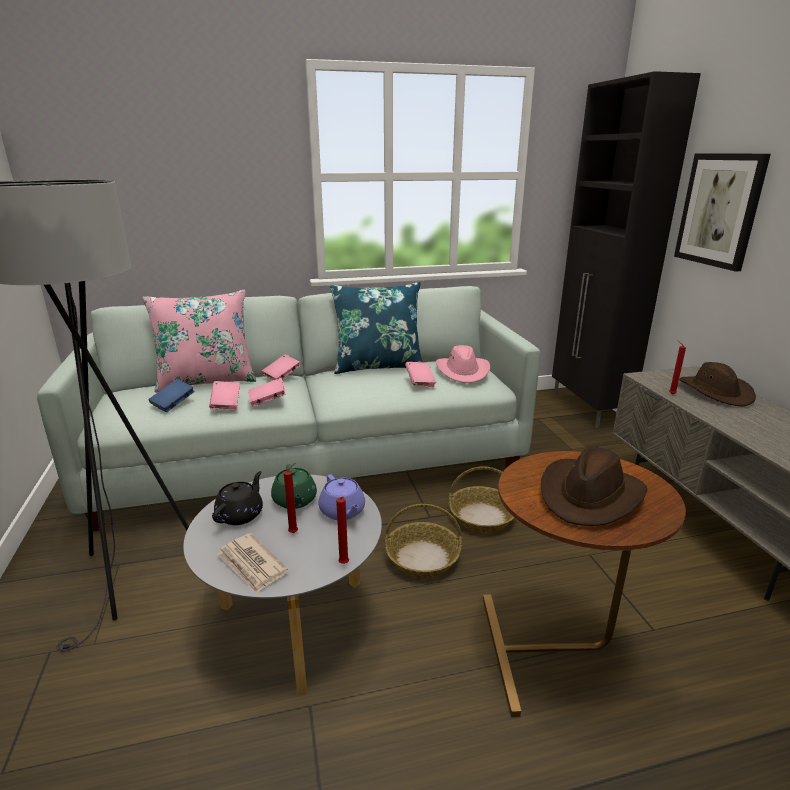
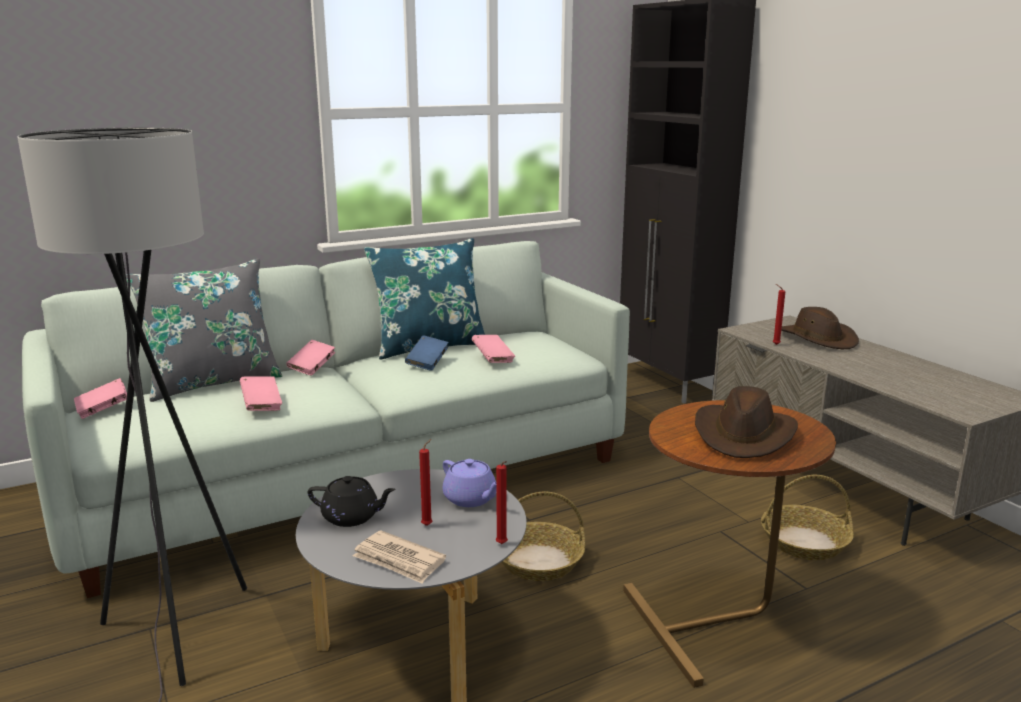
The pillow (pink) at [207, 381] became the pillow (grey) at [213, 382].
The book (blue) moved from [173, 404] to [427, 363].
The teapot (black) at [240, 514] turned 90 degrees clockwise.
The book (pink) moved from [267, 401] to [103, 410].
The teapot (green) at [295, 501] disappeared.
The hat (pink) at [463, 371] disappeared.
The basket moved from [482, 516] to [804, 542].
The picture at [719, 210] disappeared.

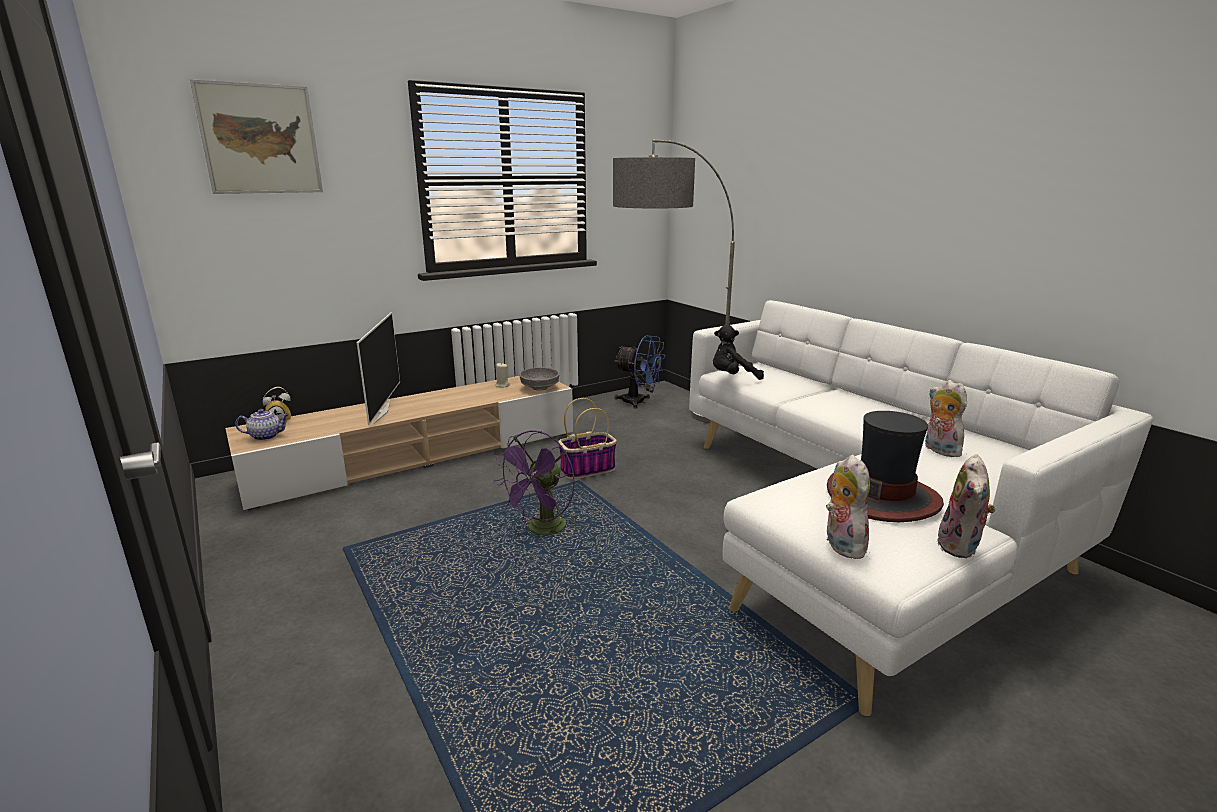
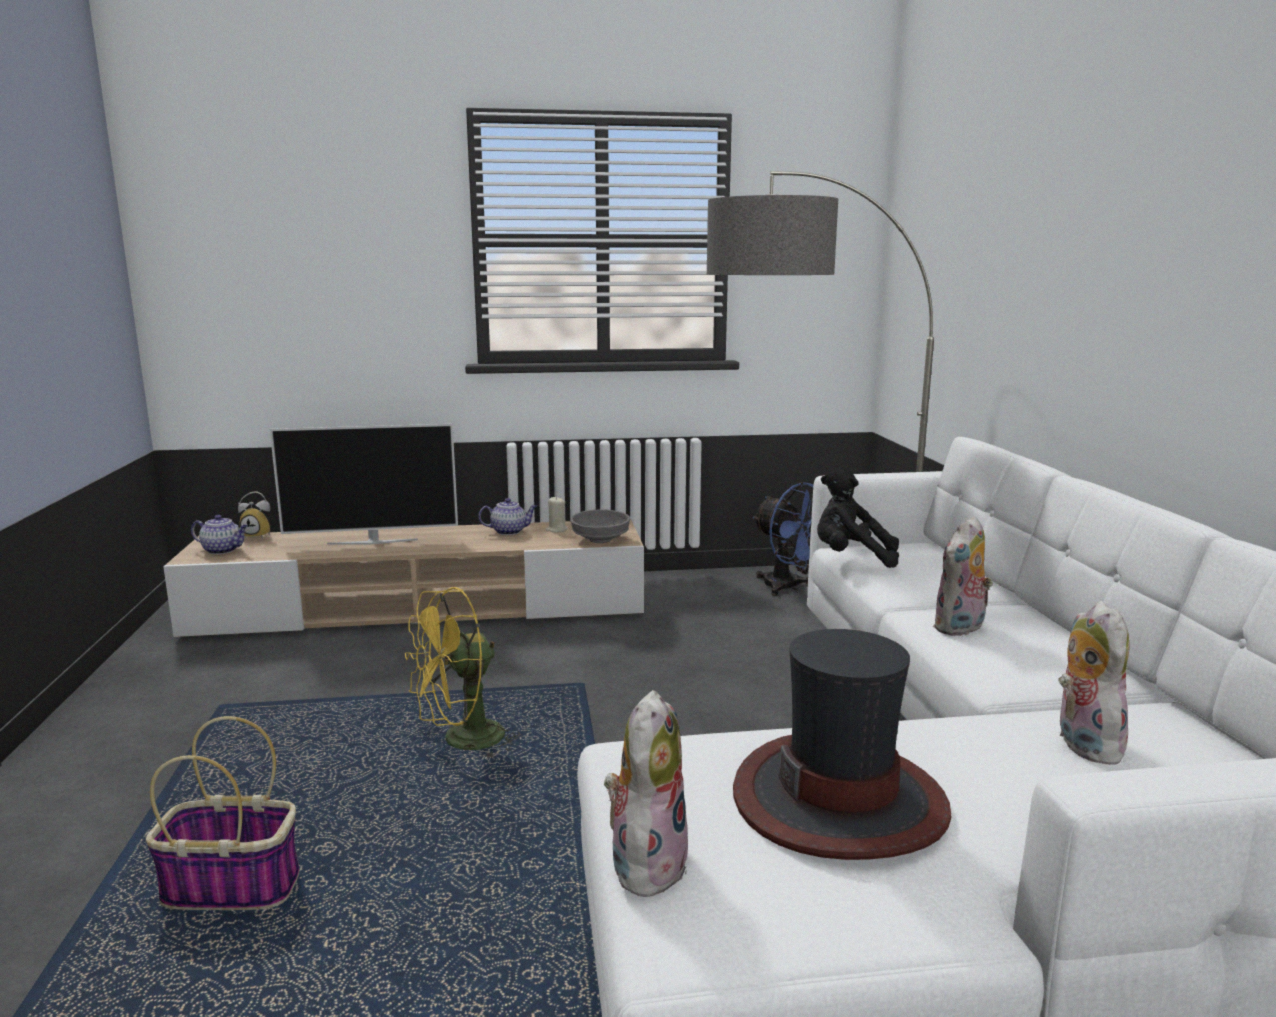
The picture at [260, 139] disappeared.
The television at [381, 412] turned 60 degrees clockwise.
The fan (purple) at [542, 531] became the fan (yellow) at [462, 742].
The basket moved from [588, 469] to [234, 887].
The plush toy moved from [961, 547] to [960, 629].
The teapot at [509, 531] appeared.

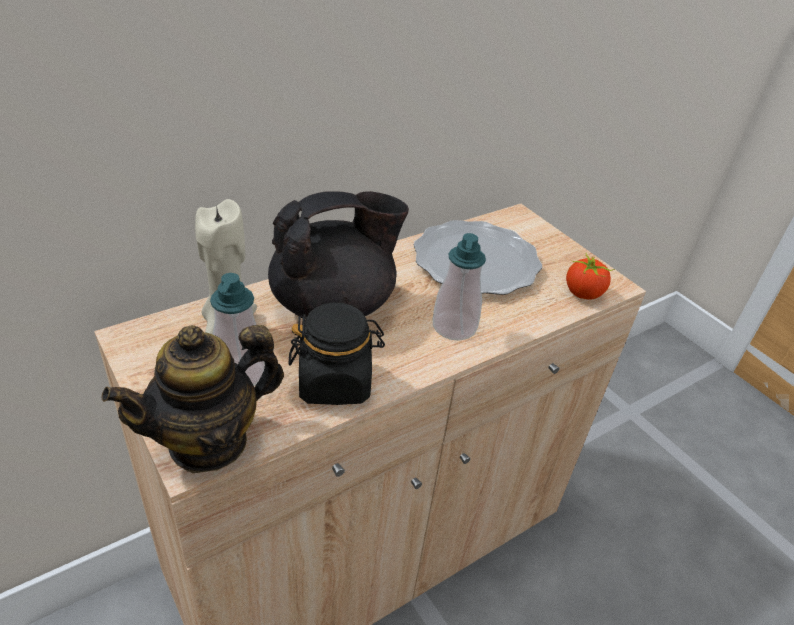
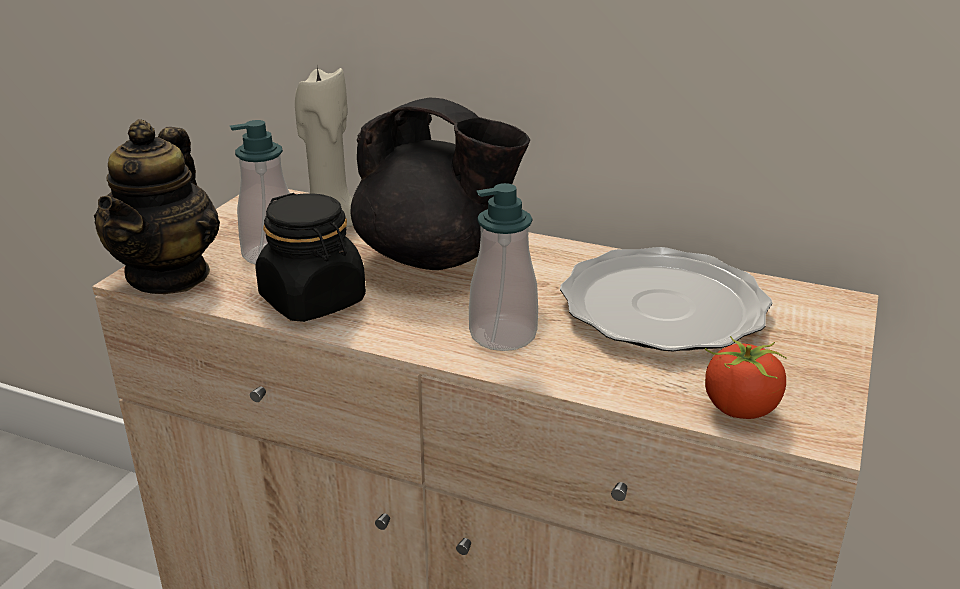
The teapot at [209, 442] turned 105 degrees counterclockwise.

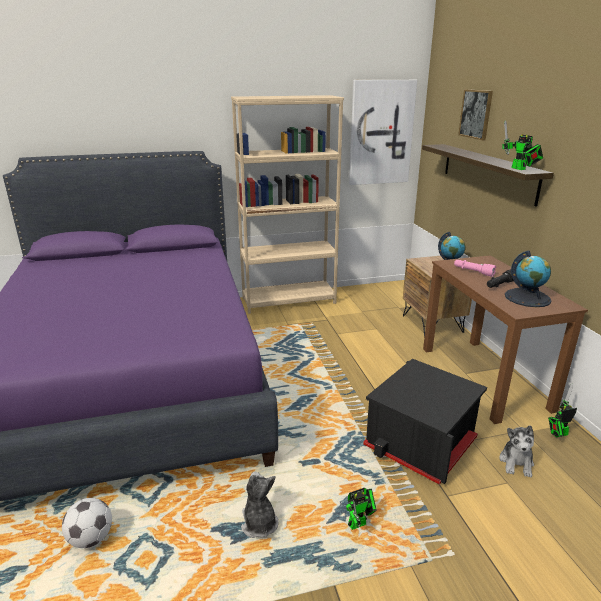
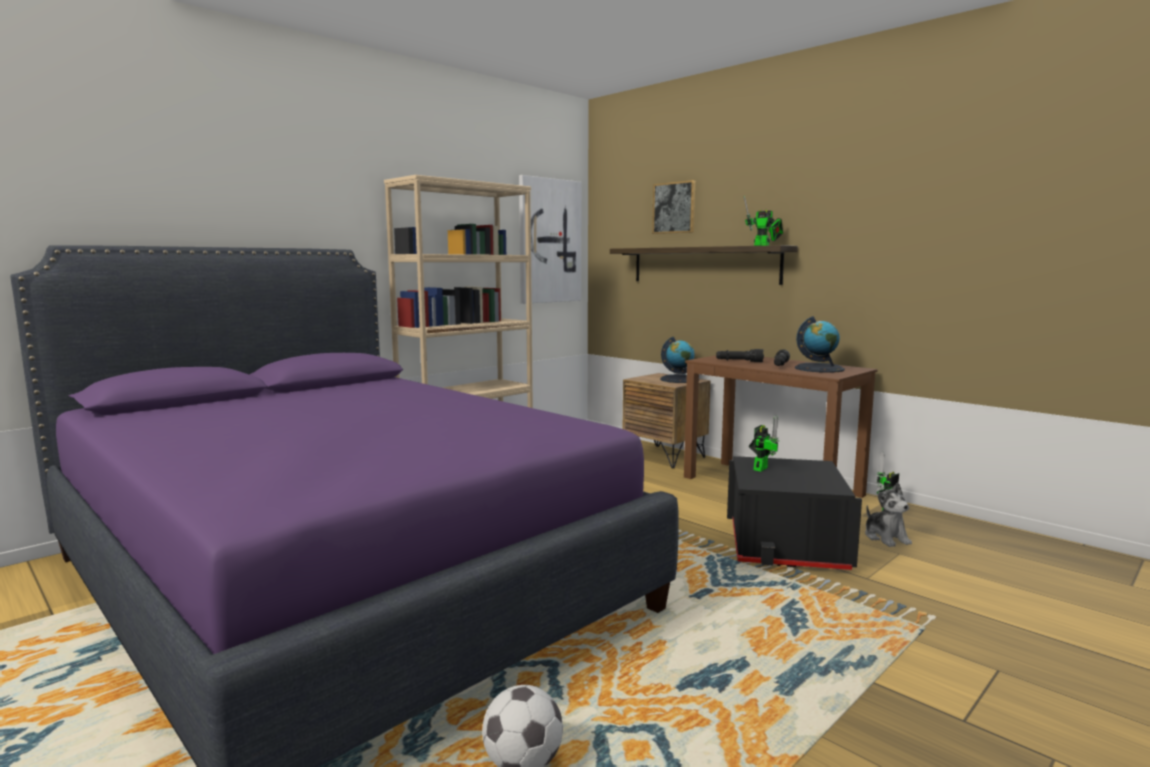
The plush toy at [259, 523] disappeared.
The toy robot moved from [359, 524] to [761, 468].
The flashlight (pink) at [473, 272] became the flashlight (black) at [739, 361].

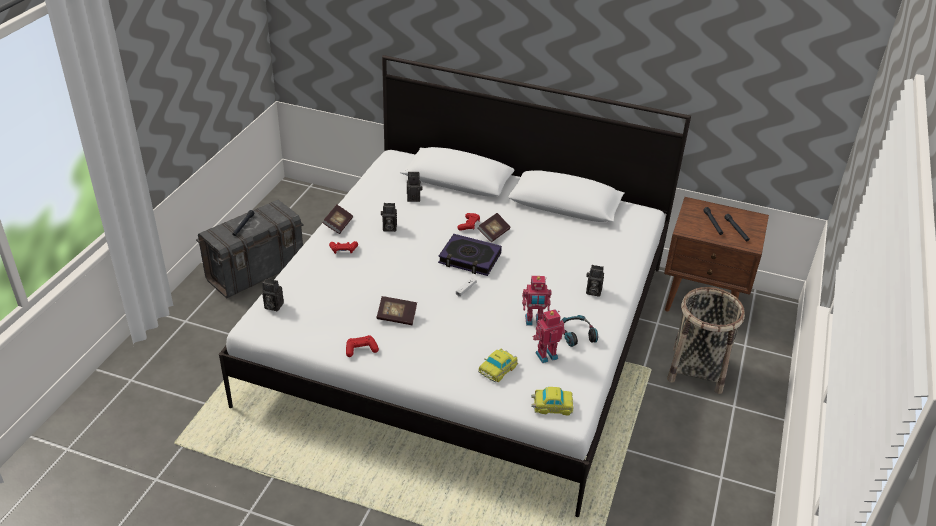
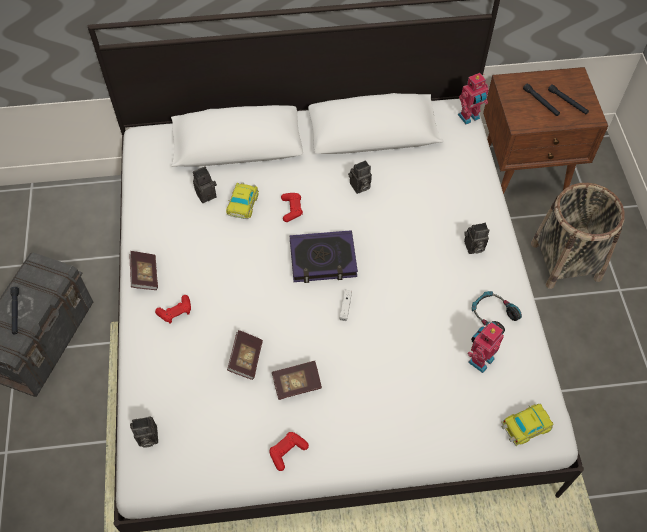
The photo camera moved from [388, 228] to [359, 187].
The book moved from [493, 233] to [246, 359].
The toy car moved from [498, 368] to [243, 203].
The toy robot moved from [534, 321] to [469, 117].

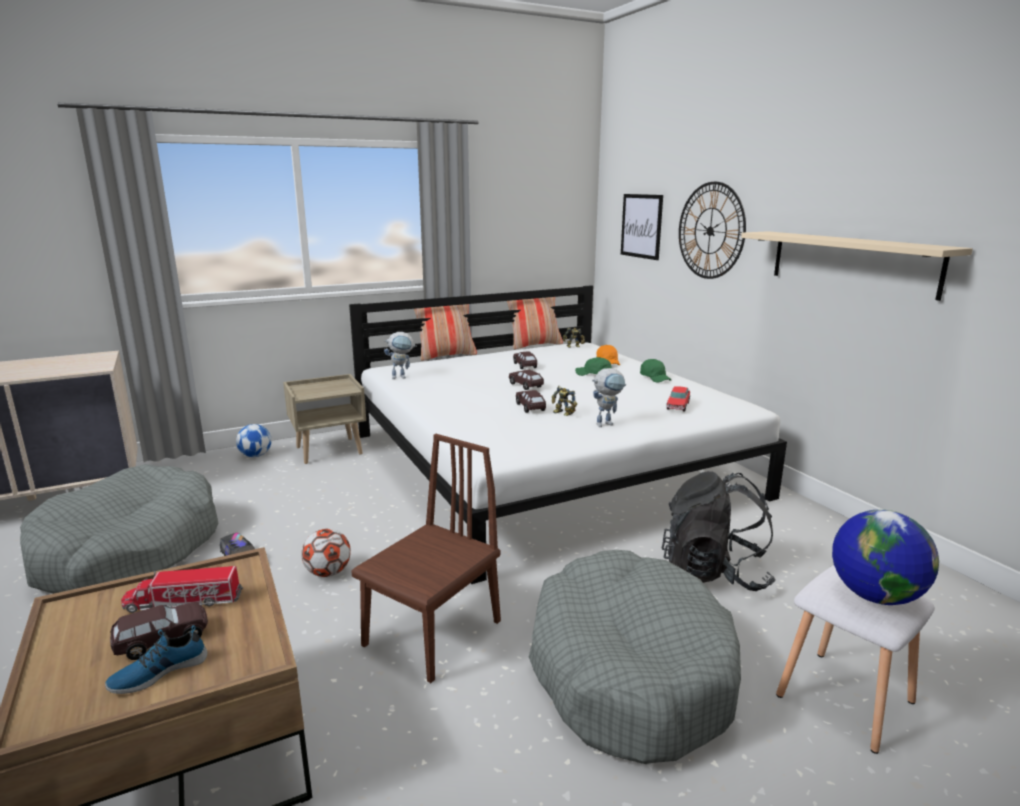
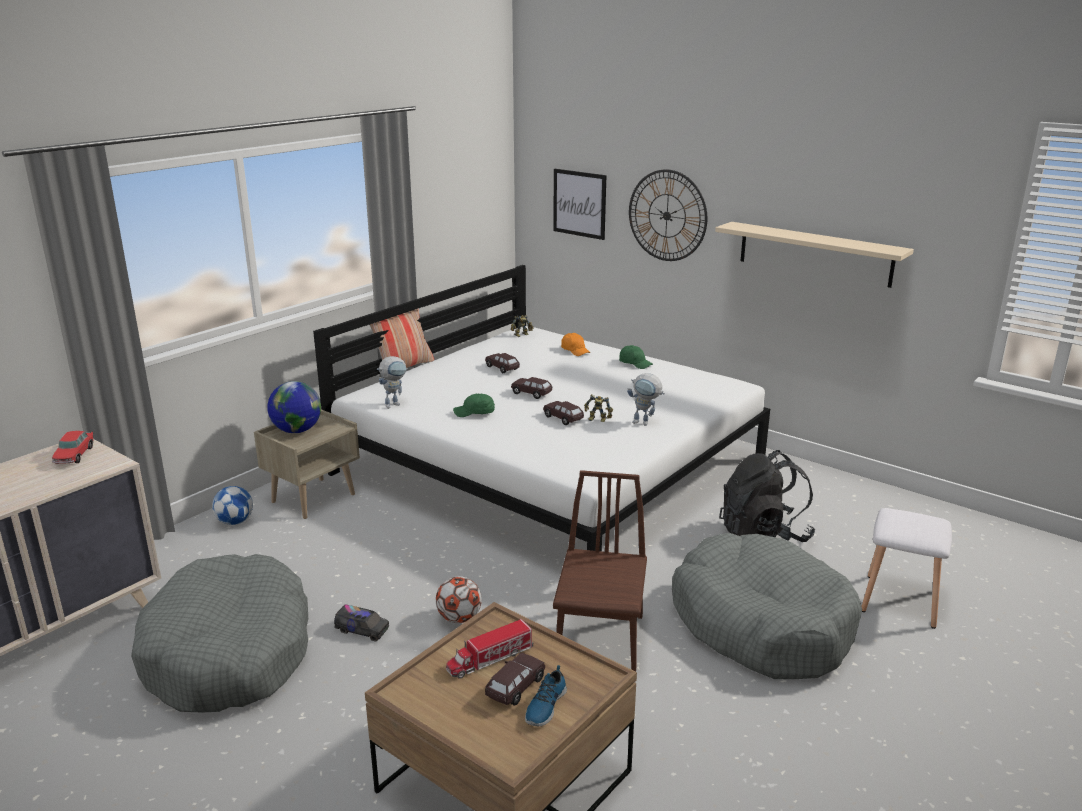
The pillow at [534, 345] disappeared.
The cap (green) moved from [593, 374] to [474, 413].
The toy robot at [607, 423] turned 75 degrees clockwise.
The toy car moved from [678, 406] to [74, 455].
The globe moved from [875, 596] to [297, 430].

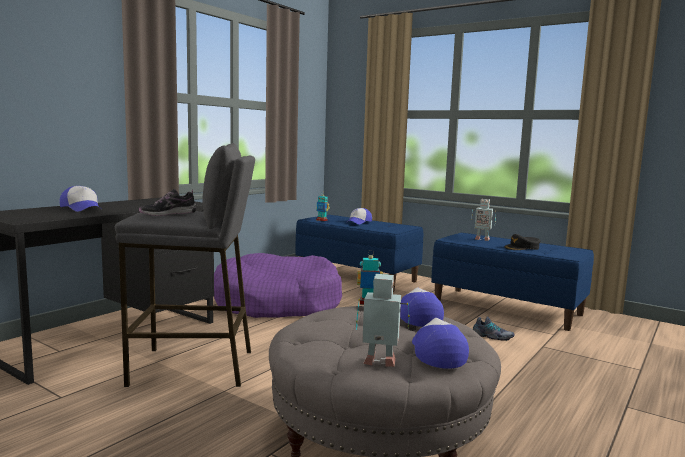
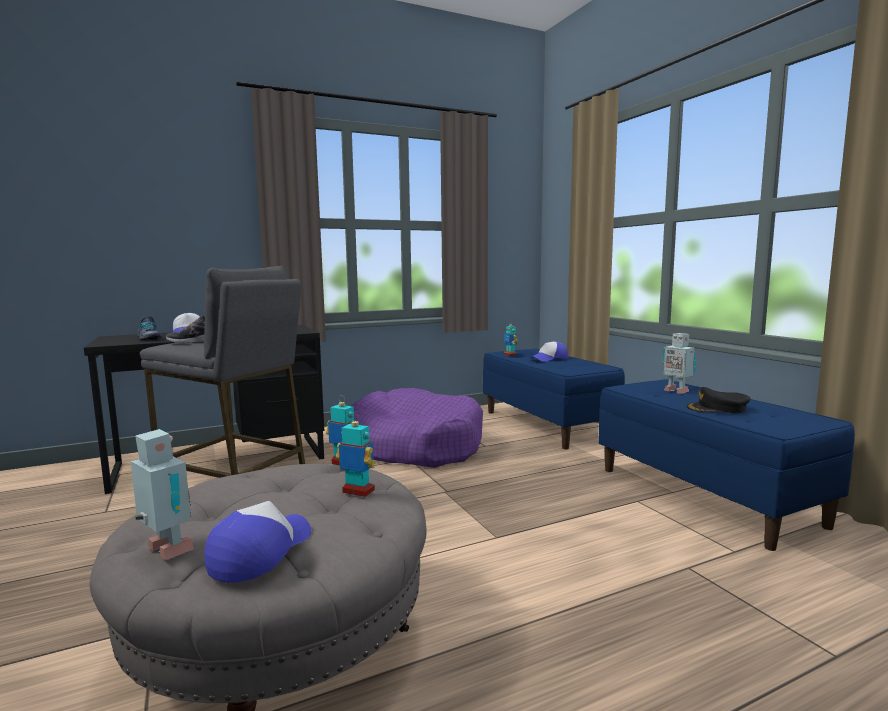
The cap at [417, 316] was replaced by the toy robot at [358, 491].
The shoe moved from [492, 337] to [148, 338].

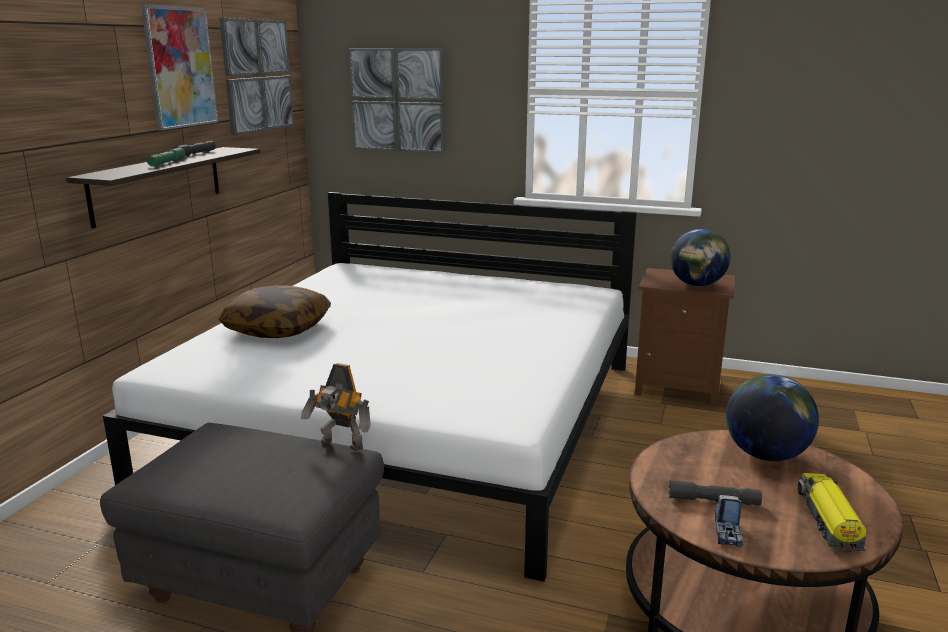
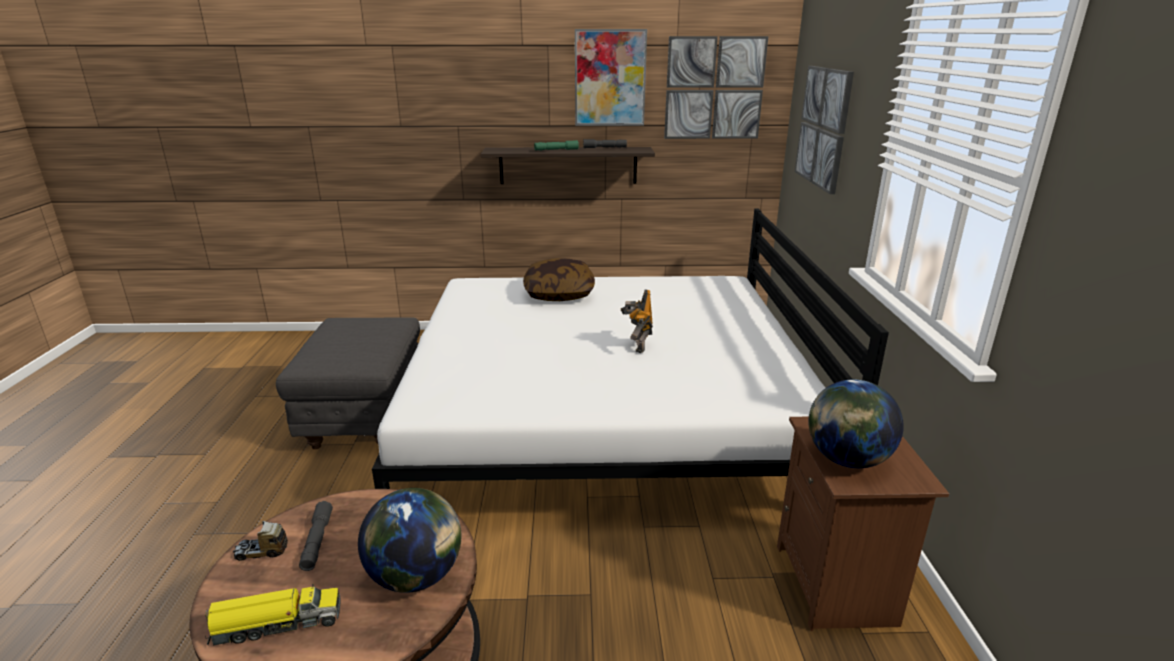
The toy robot moved from [341, 445] to [637, 346].

